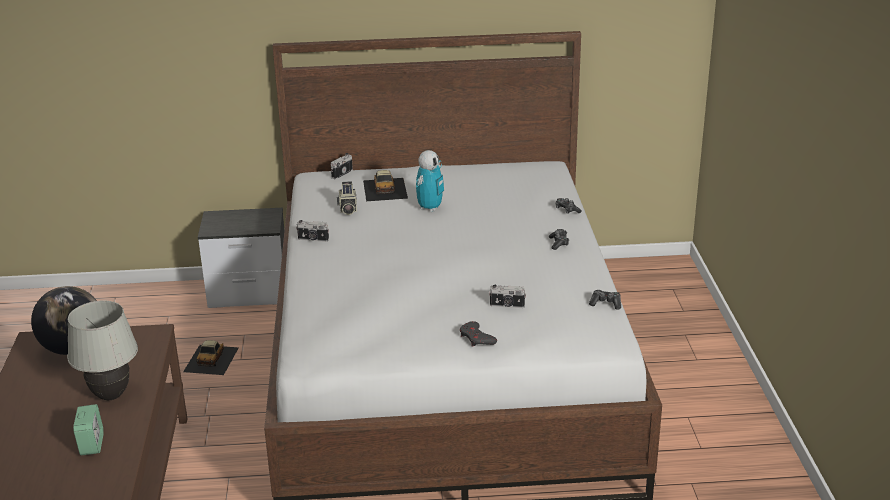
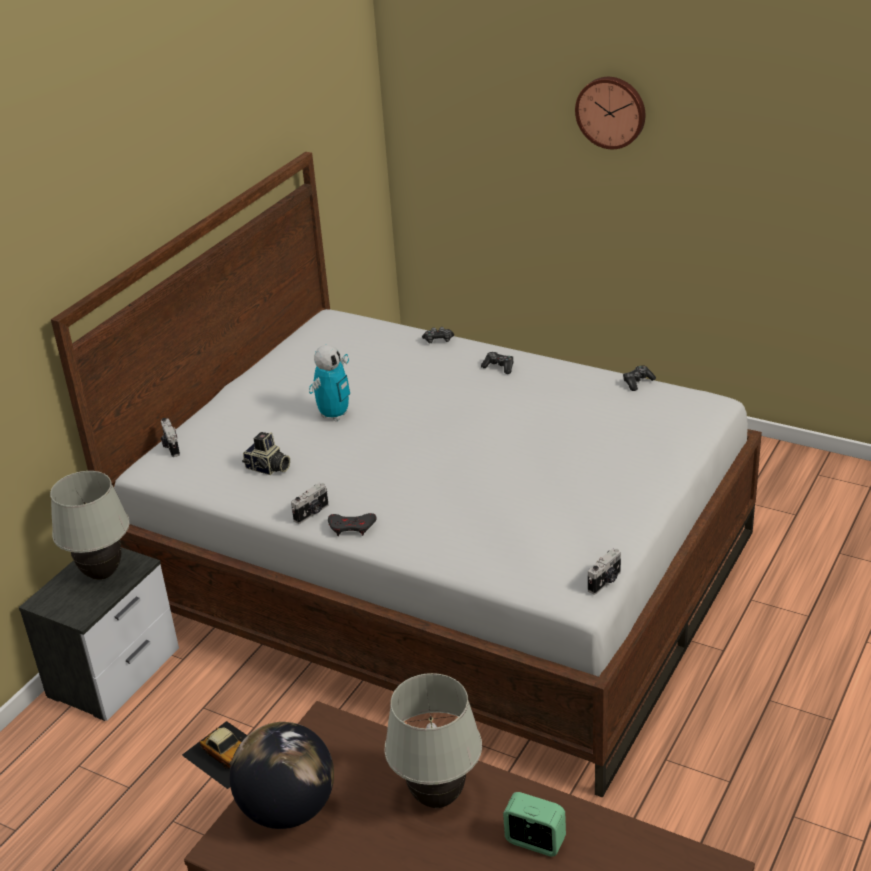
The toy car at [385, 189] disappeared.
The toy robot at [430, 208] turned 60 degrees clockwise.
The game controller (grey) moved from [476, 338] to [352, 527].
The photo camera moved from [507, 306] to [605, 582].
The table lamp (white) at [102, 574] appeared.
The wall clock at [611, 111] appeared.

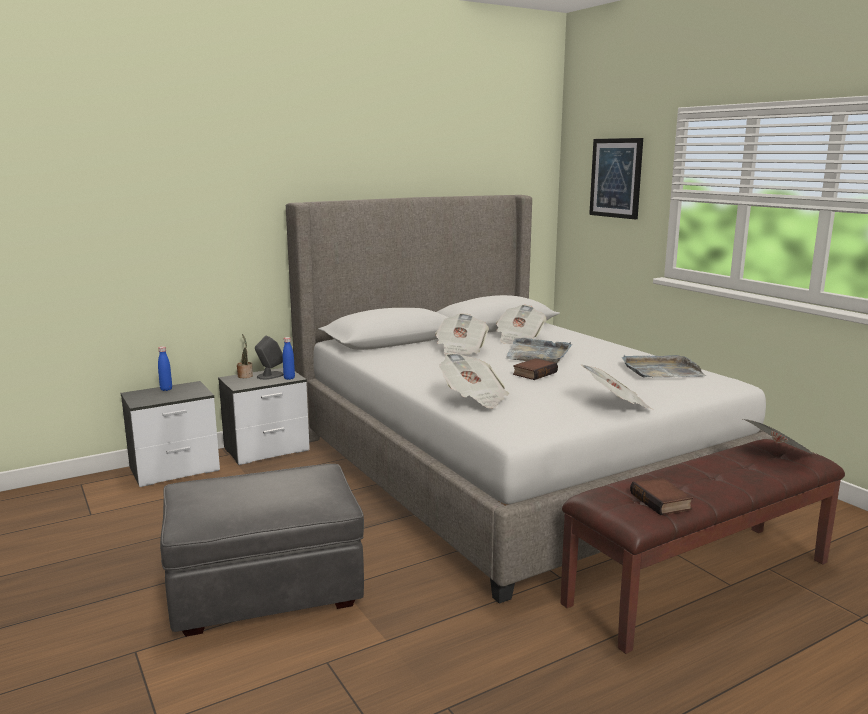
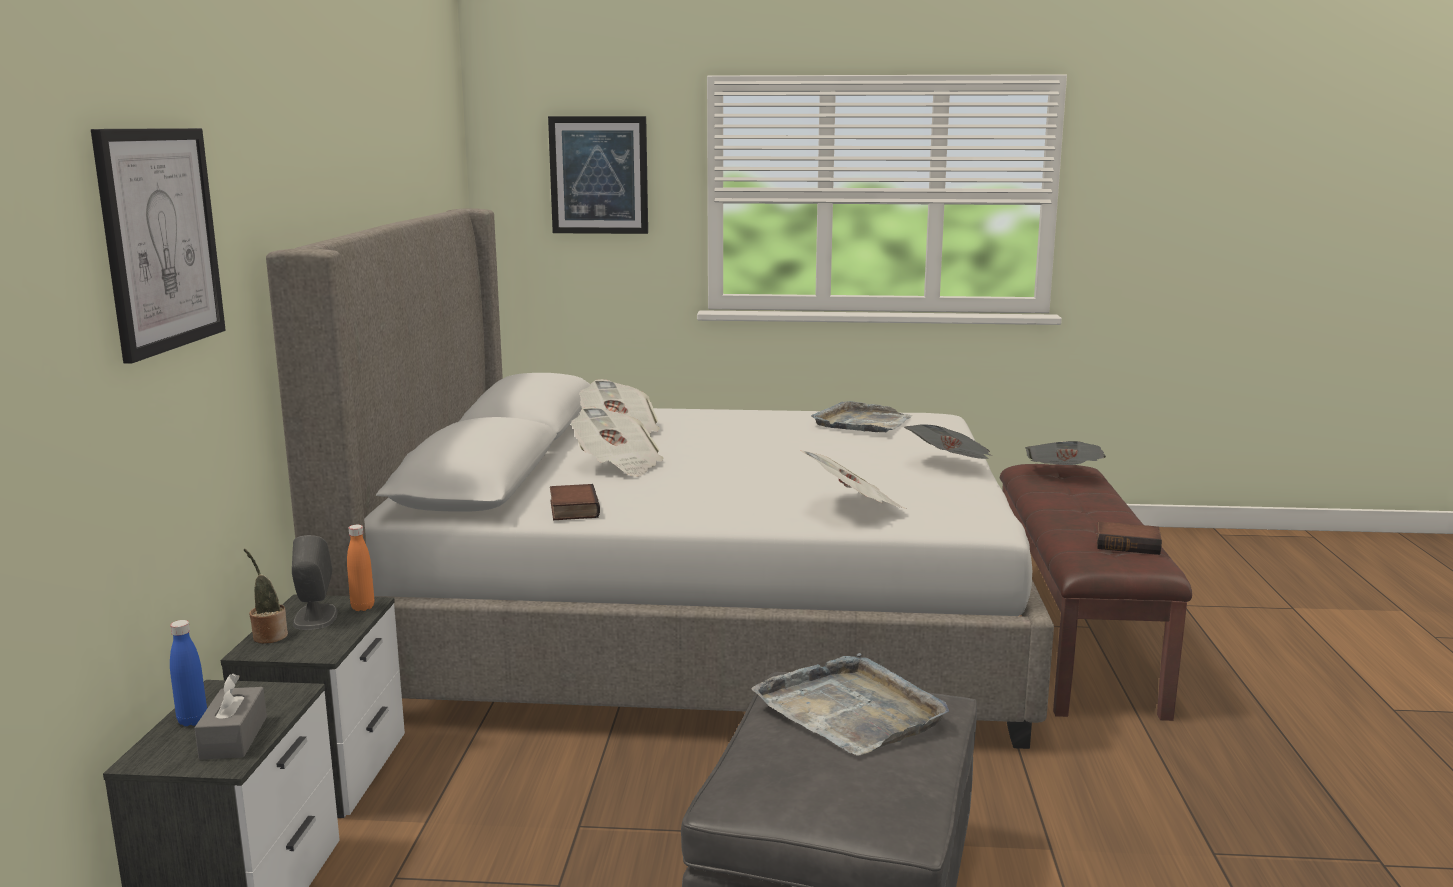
The bottle (blue) at [289, 378] became the bottle (orange) at [362, 607].
The tray (grey) moved from [537, 354] to [852, 710].
The book moved from [534, 373] to [572, 509].
The picture at [160, 239] appeared.
The tissue box (grey) at [234, 737] appeared.

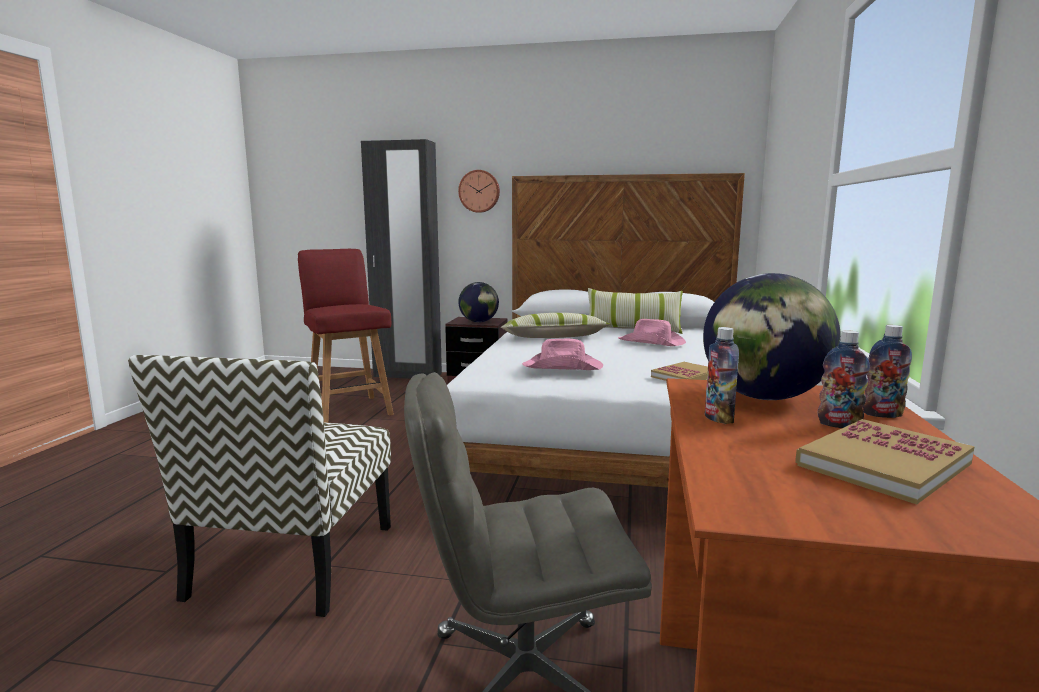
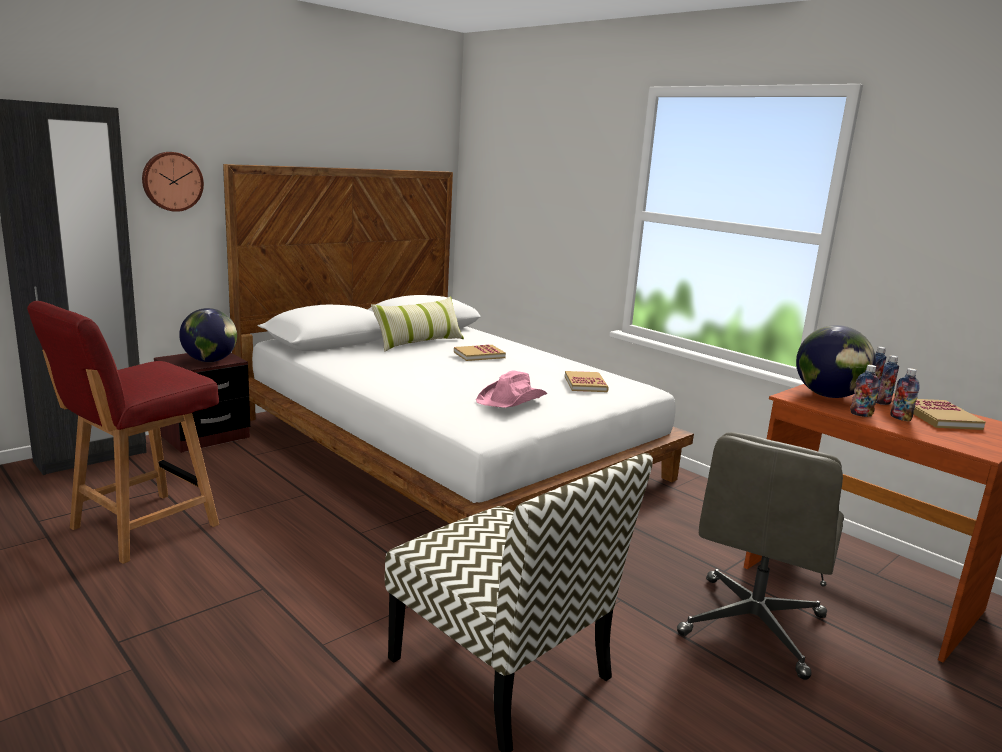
The chair (red) at [349, 410] turned 60 degrees counterclockwise.
The pillow at [553, 338] disappeared.
The hat (pink) at [652, 342] was replaced by the book at [479, 355].
The bottle at [900, 418] appeared.

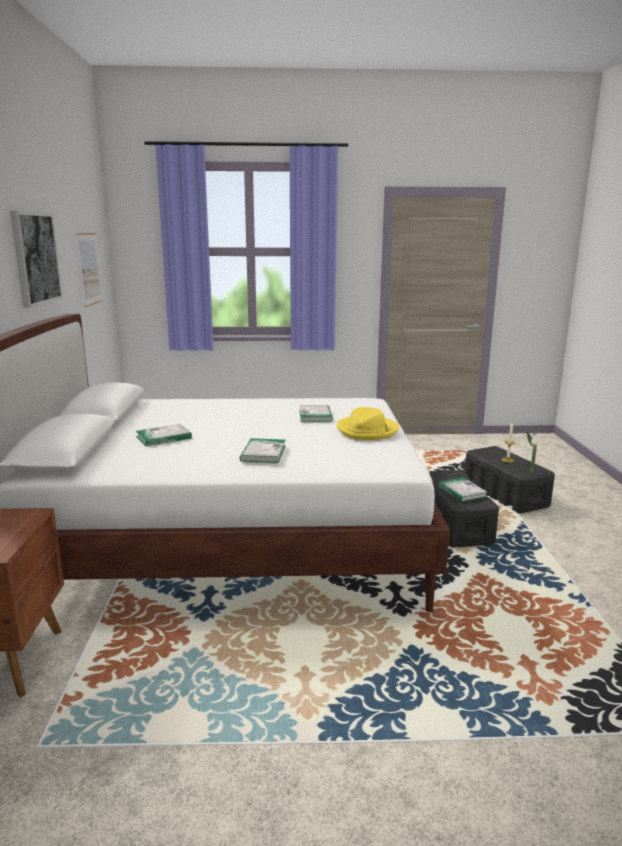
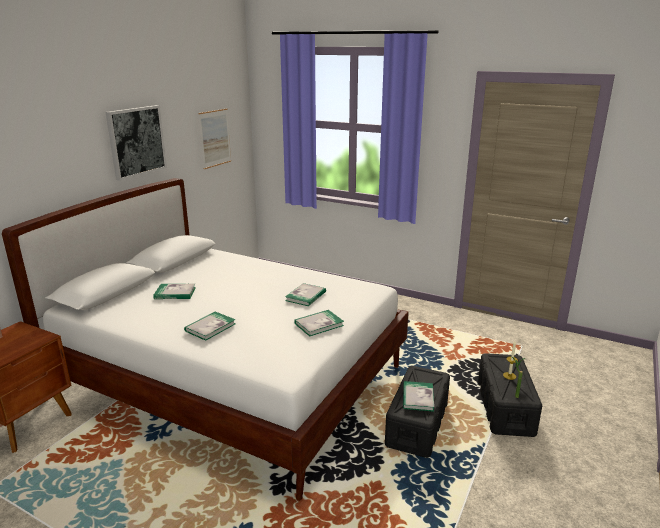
The hat (yellow) at [367, 431] was replaced by the book at [319, 324].

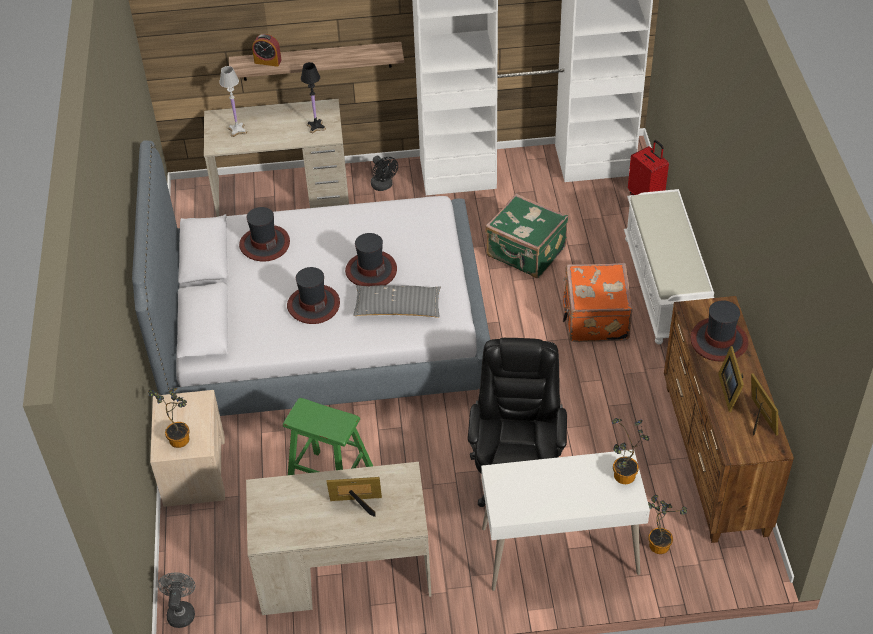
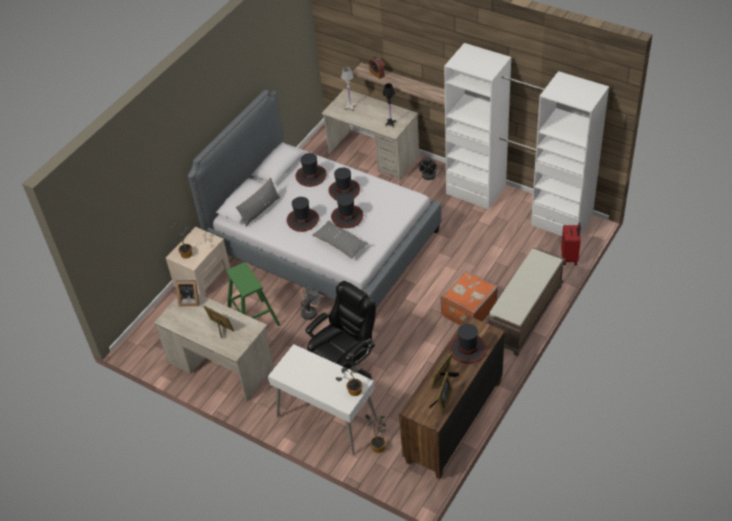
The fan (grey) moved from [181, 611] to [310, 312].
The suitcase (green) at [526, 253] disappeared.
The bench (white) at [665, 288] became the bench (brown) at [525, 315].
The picture frame at [189, 300] appeared.
The pillow (grey) at [260, 210] appeared.
The hat at [344, 190] appeared.

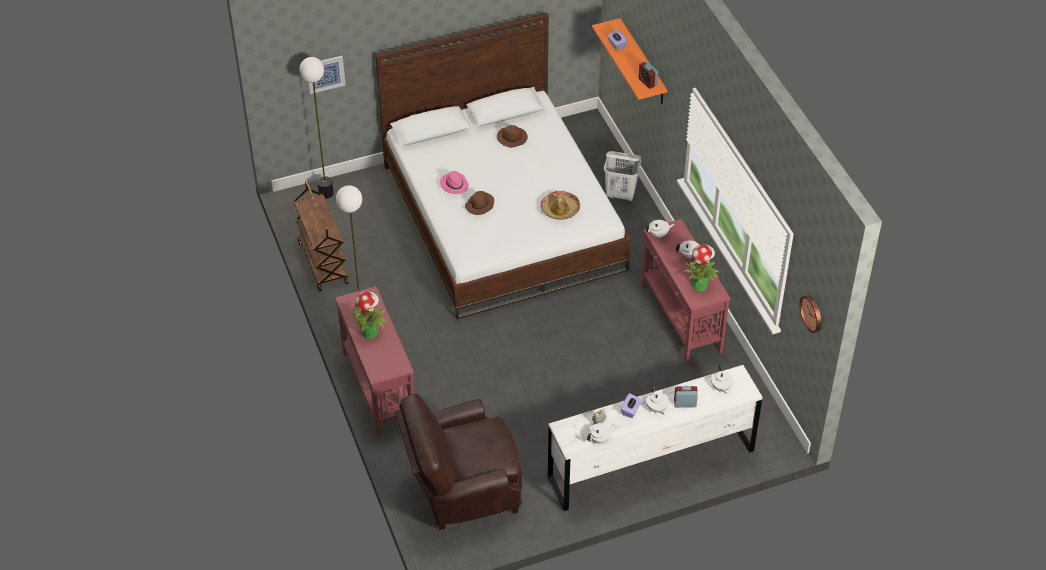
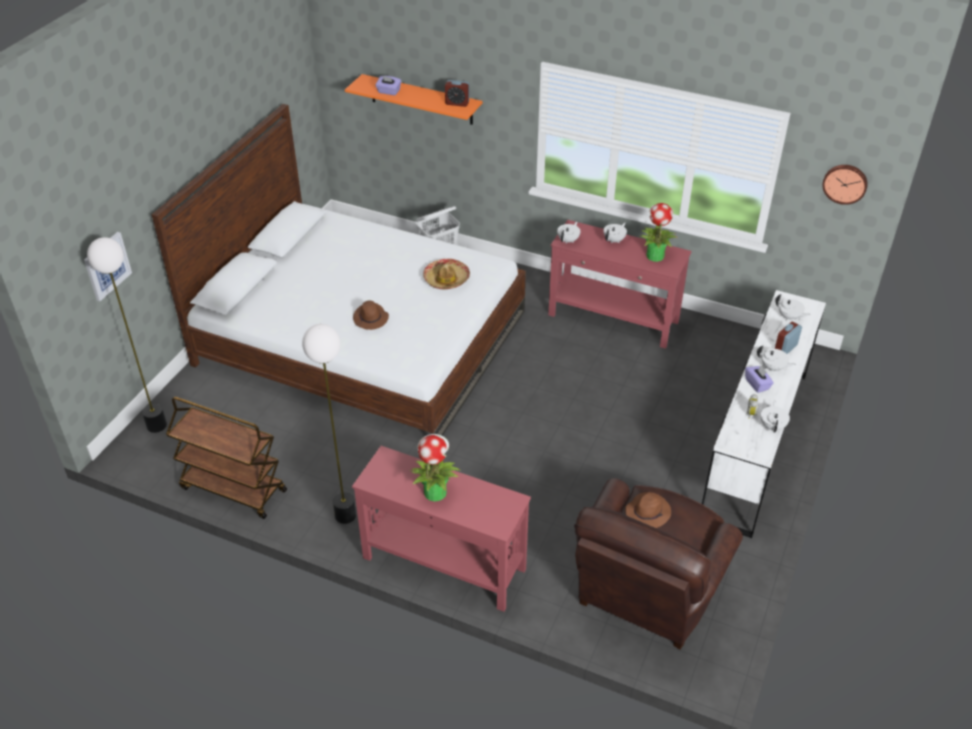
The hat (pink) at [454, 185] disappeared.
The hat (brown) moved from [512, 138] to [648, 512].

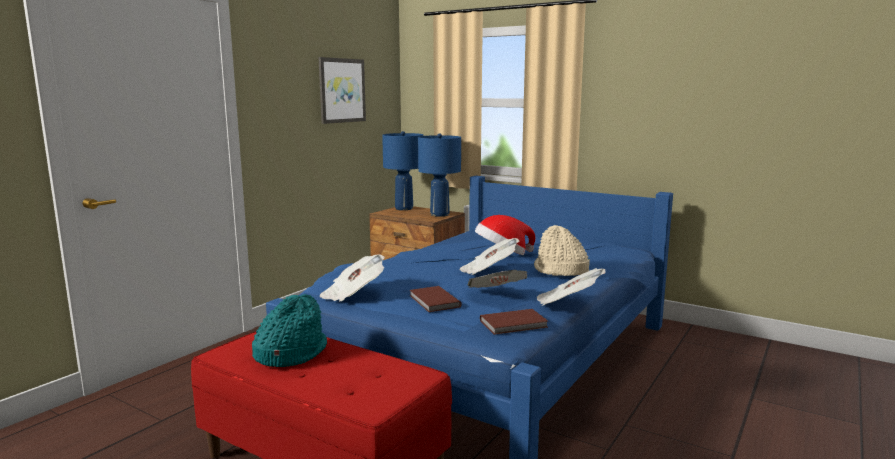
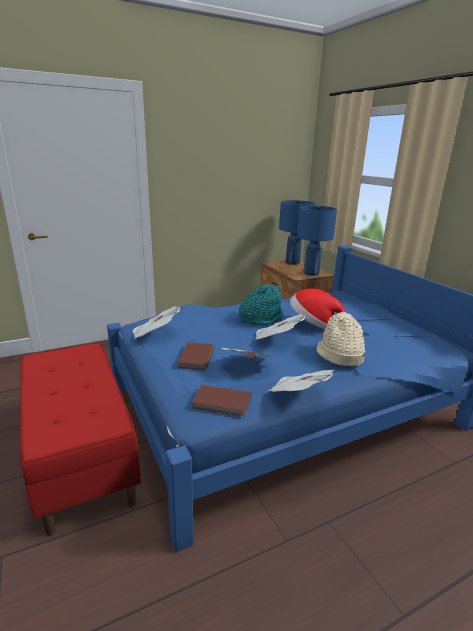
The hat (turquoise) moved from [290, 353] to [260, 318].
The picture at [341, 90] disappeared.

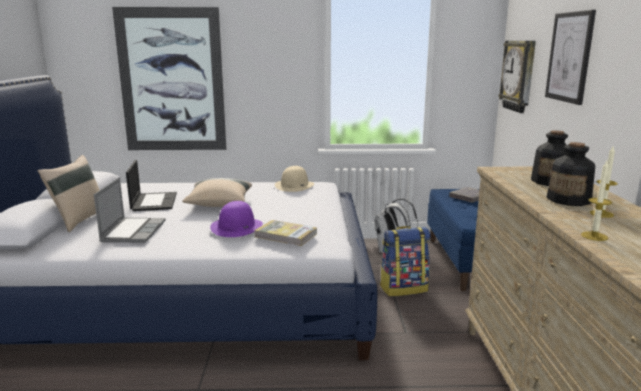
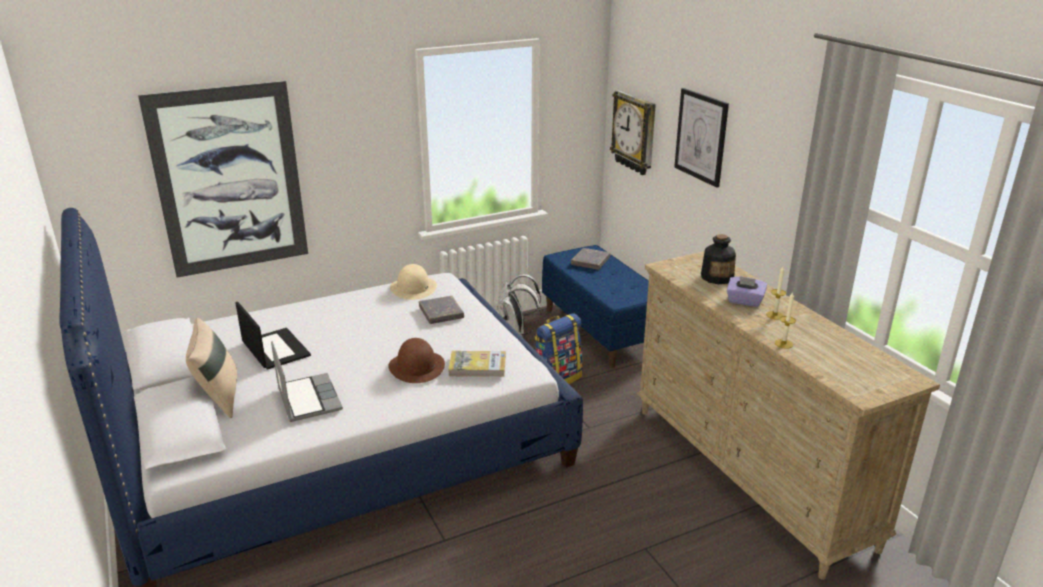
The pillow (beige) at [219, 204] disappeared.
The hat (purple) at [236, 227] became the hat (brown) at [417, 367].
The bottle at [569, 200] was replaced by the tissue box (purple) at [744, 301].
The book (grey) at [441, 313] appeared.

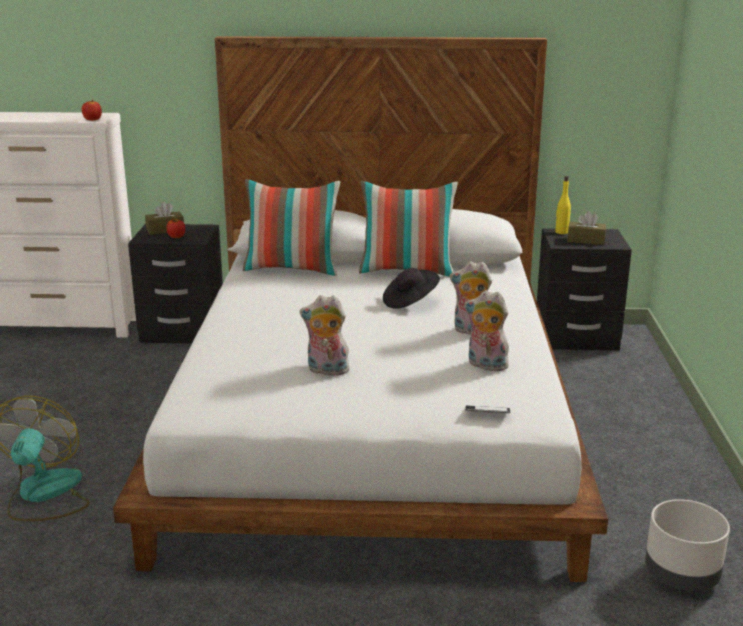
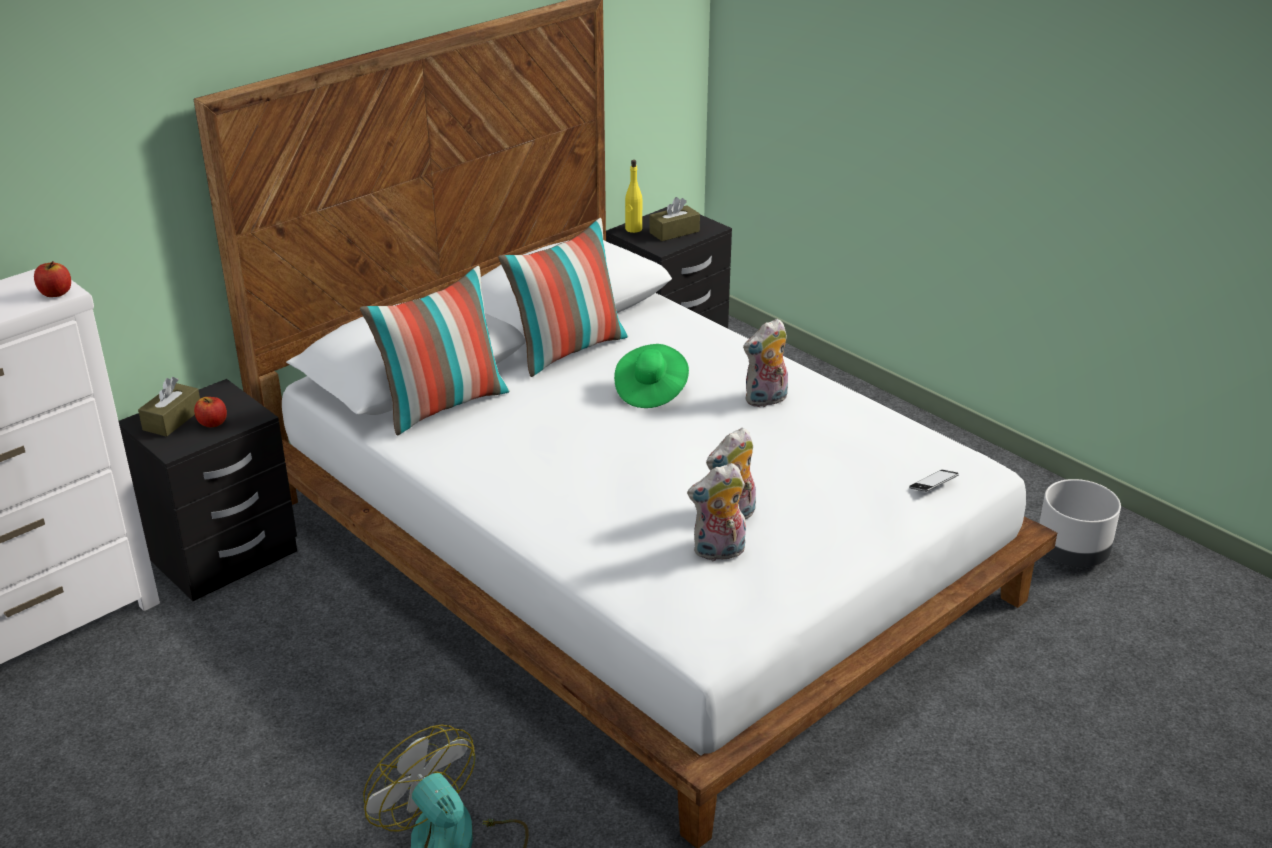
The hat (black) at [410, 301] became the hat (green) at [650, 391].
The plush toy moved from [485, 365] to [718, 553].

